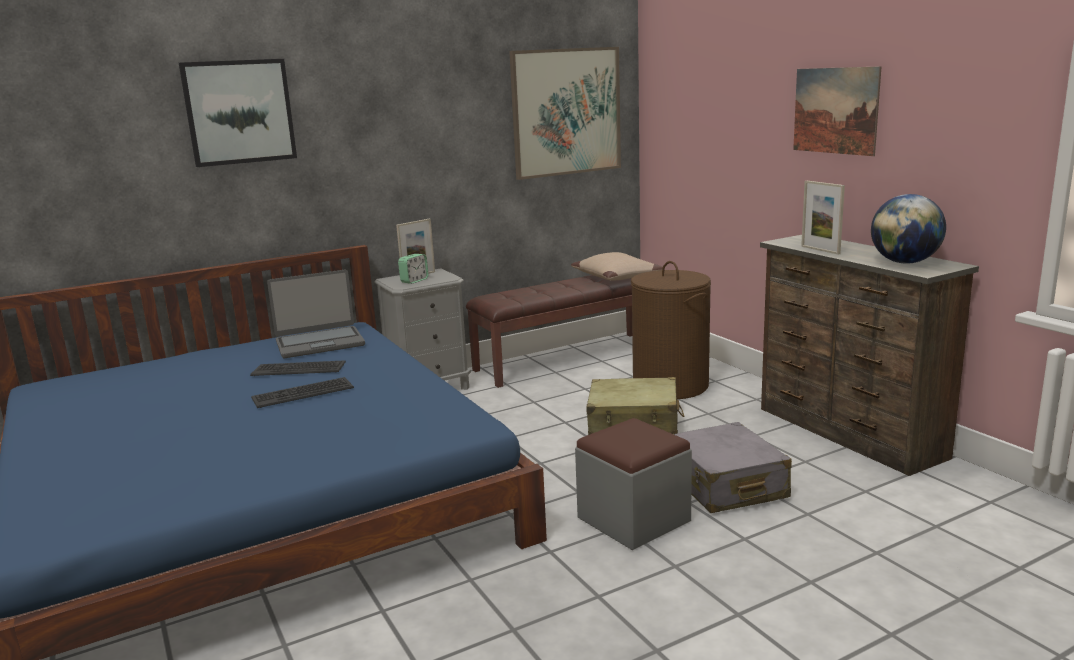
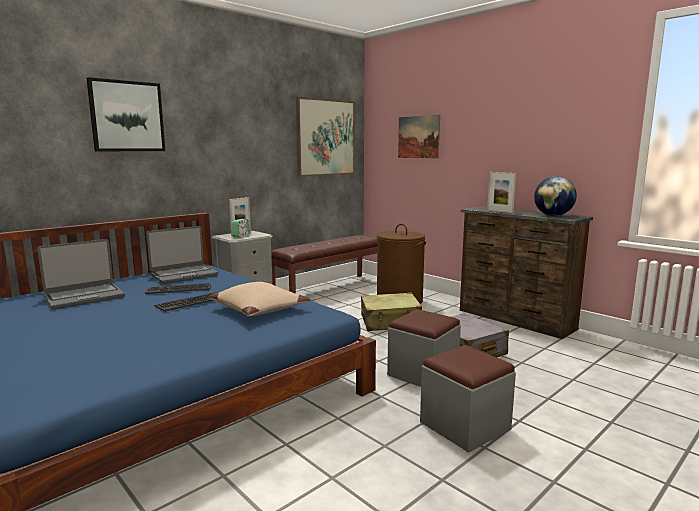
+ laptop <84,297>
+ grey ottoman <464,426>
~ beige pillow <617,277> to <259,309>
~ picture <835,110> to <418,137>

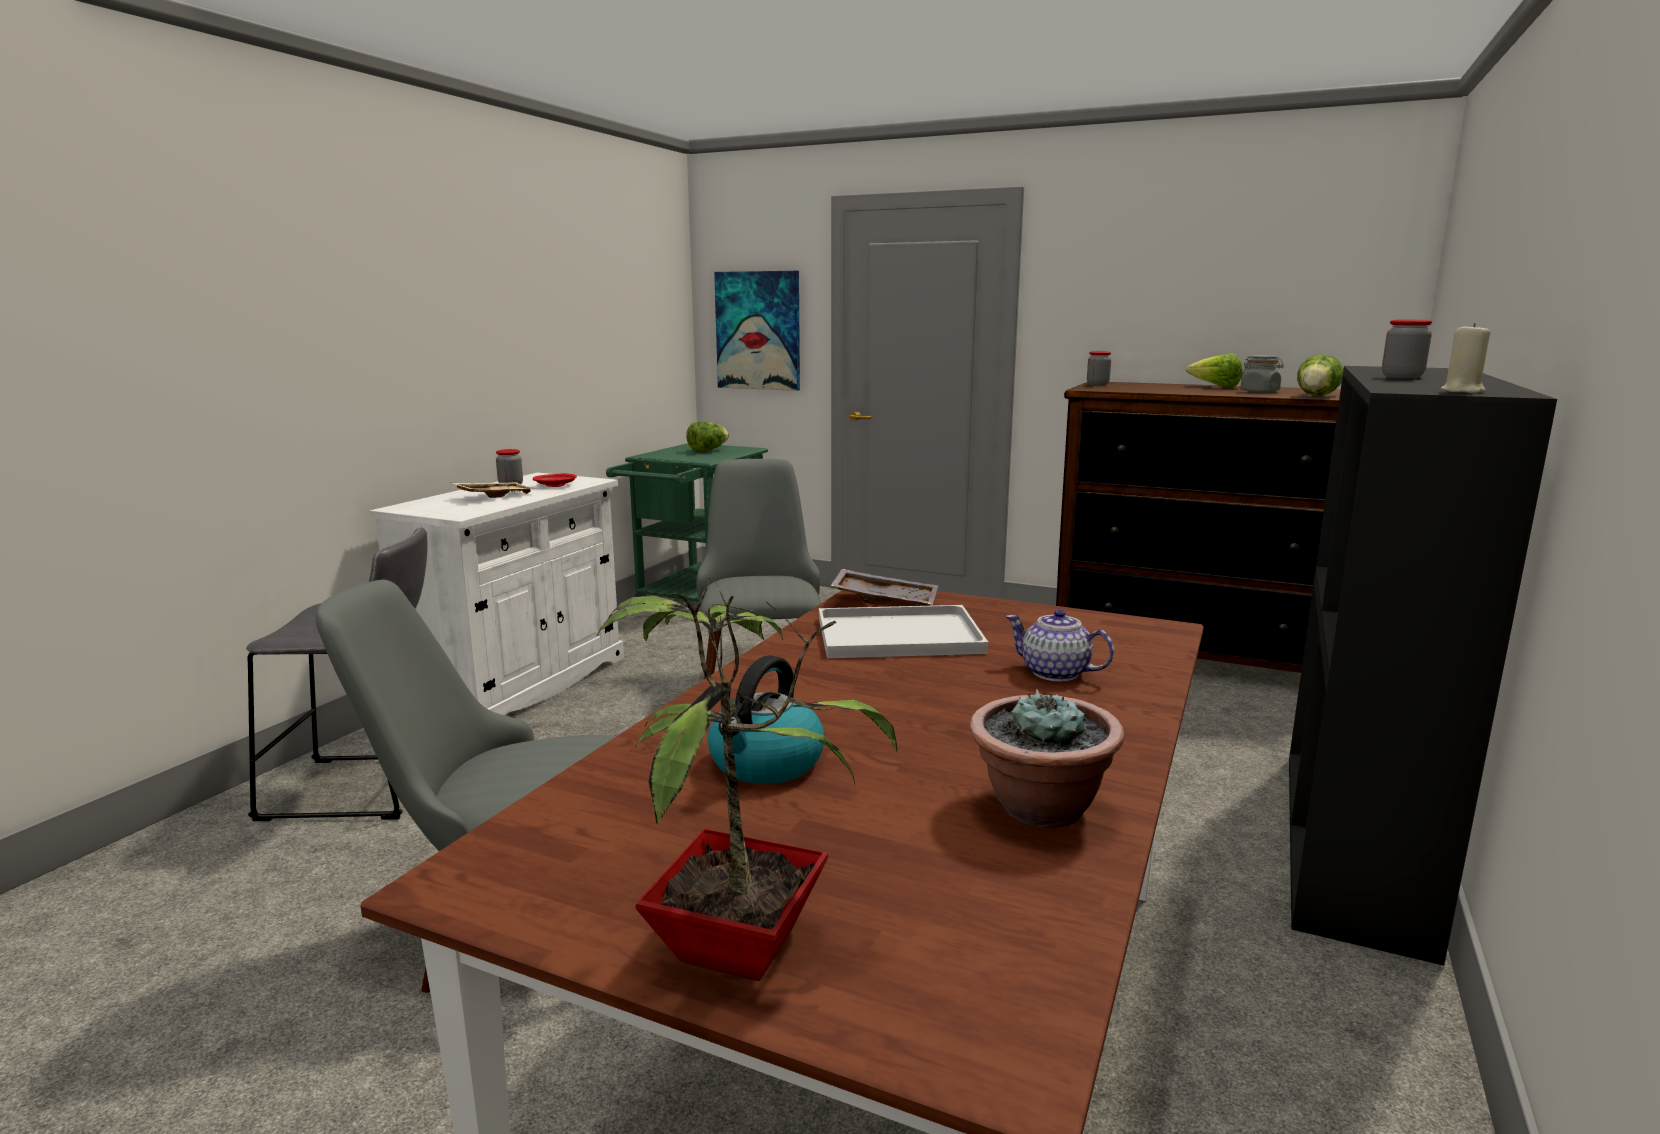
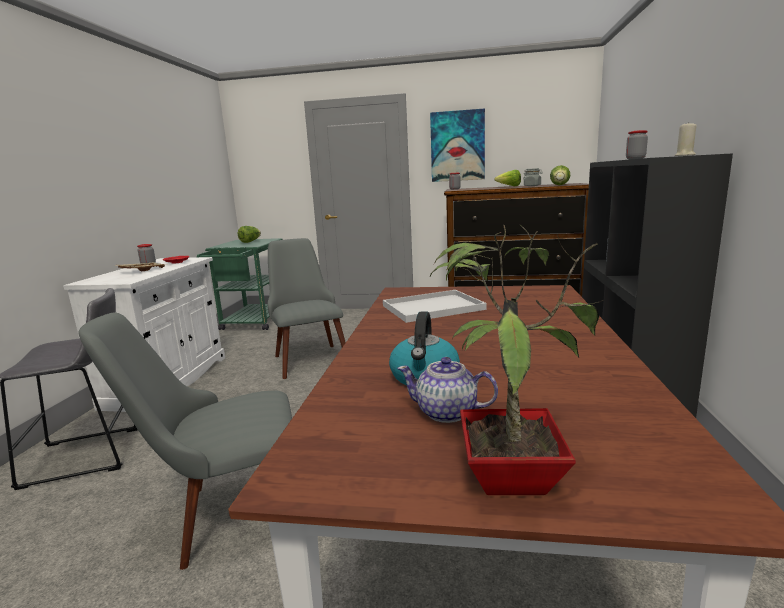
- grey tray <885,600>
- potted plant <1040,808>
~ picture <758,330> to <457,146>
~ teapot <1055,673> to <447,413>

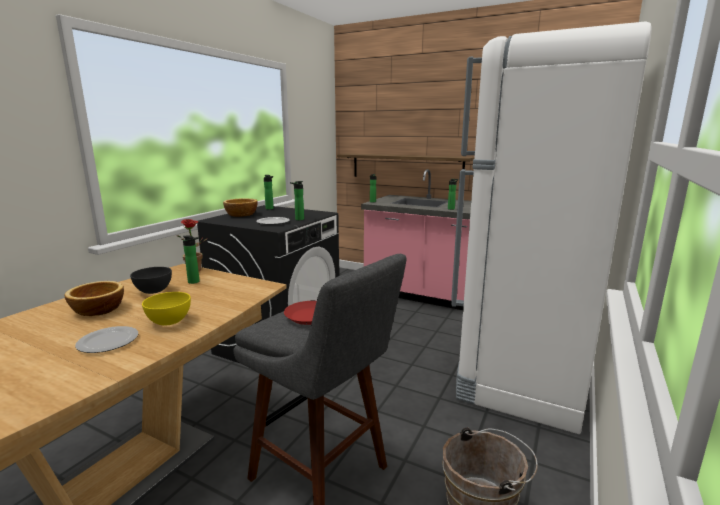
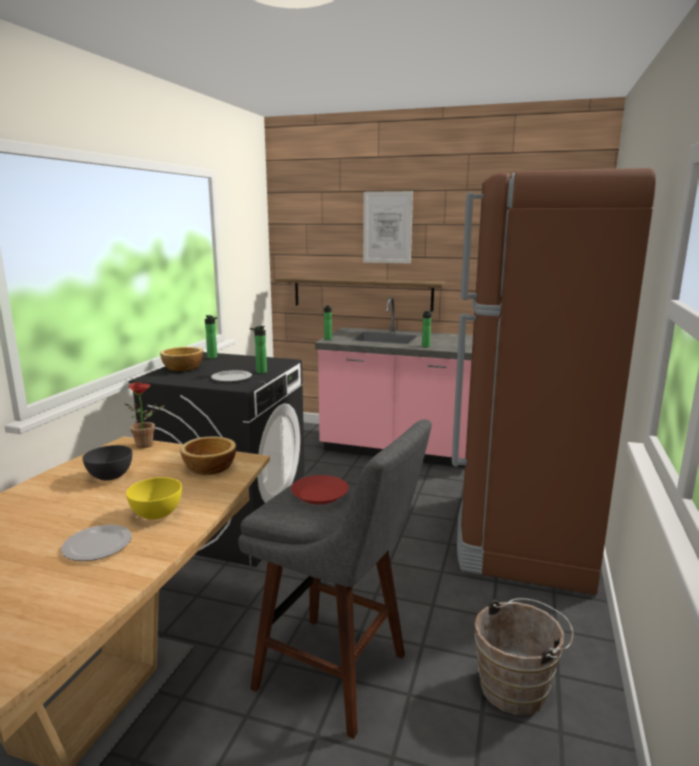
- bottle <195,282>
+ picture <387,227>
~ bowl <97,310> to <208,468>
~ white fridge <521,377> to brown fridge <524,538>

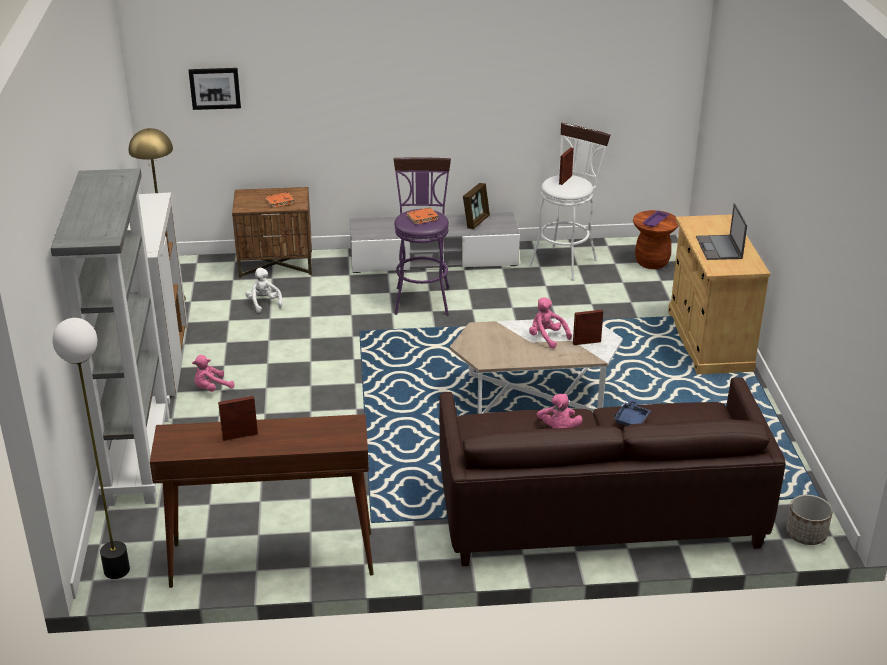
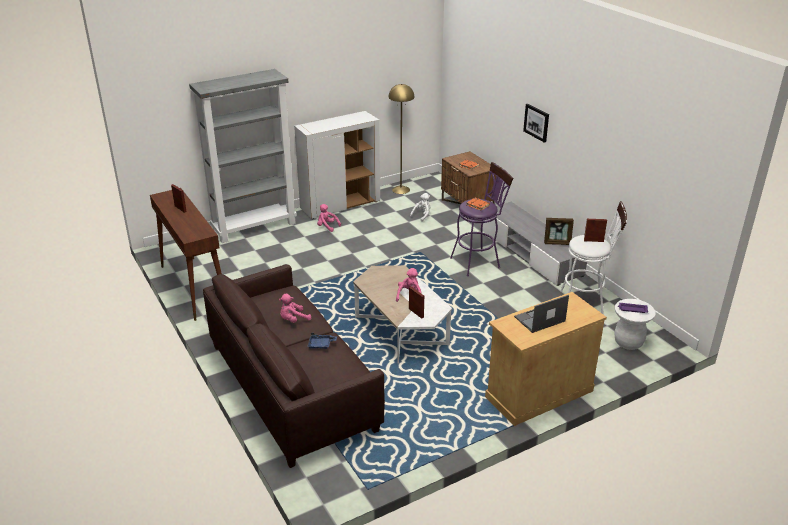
- floor lamp <116,570>
- planter <806,534>
~ picture <215,88> to <536,122>
~ brown stool <652,262> to white stool <628,342>

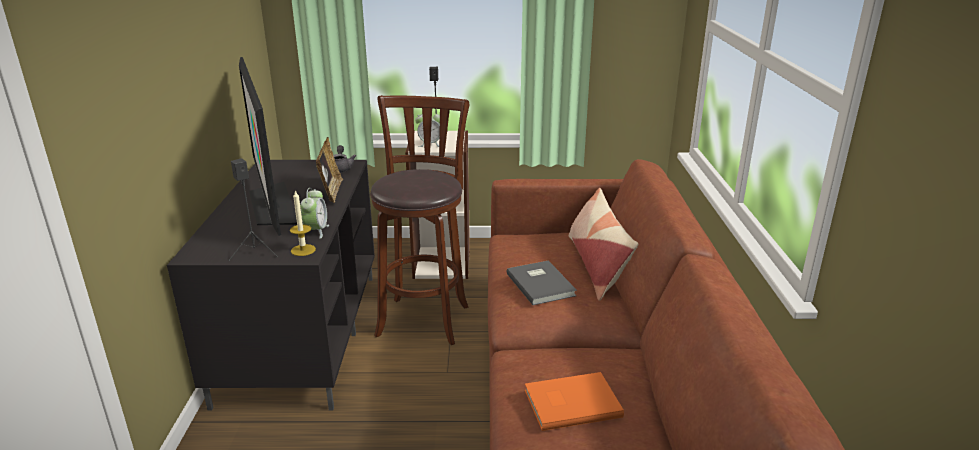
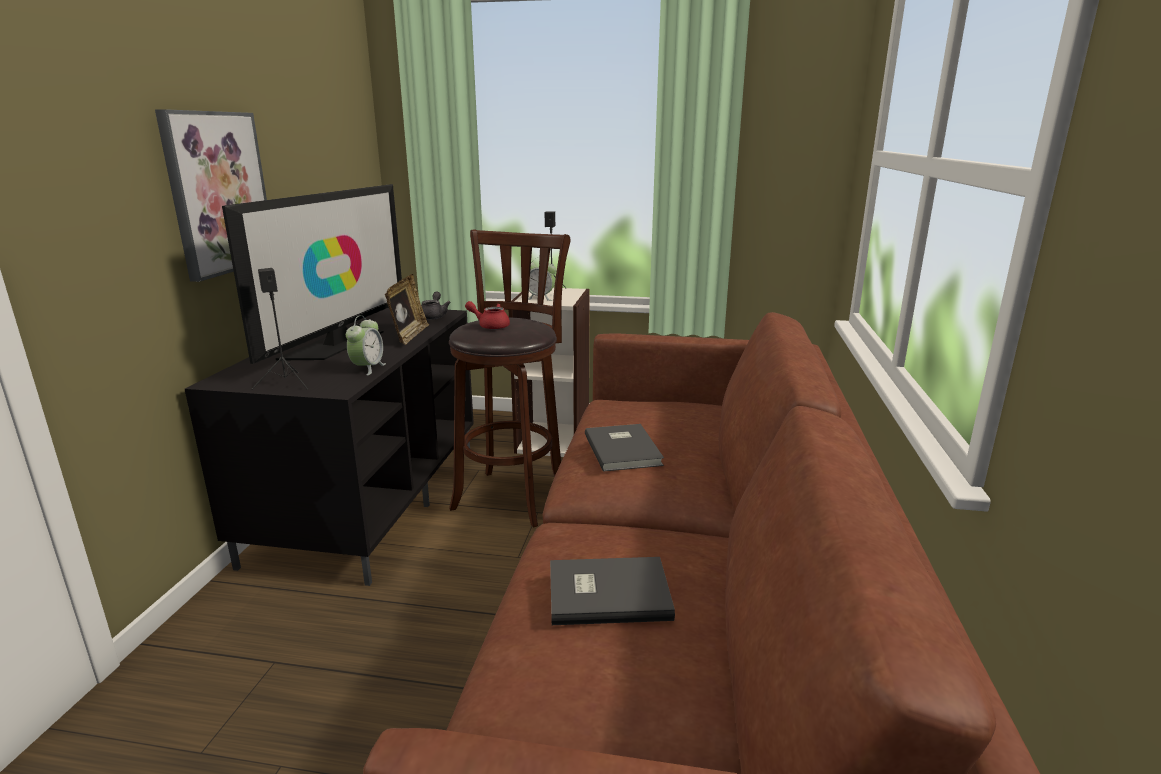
- candle <303,250>
- pillow <597,265>
+ picture <218,193>
+ red teapot <490,326>
~ orange book <570,402> to grey book <606,592>
~ television <272,205> = <337,343> 150 degrees counterclockwise

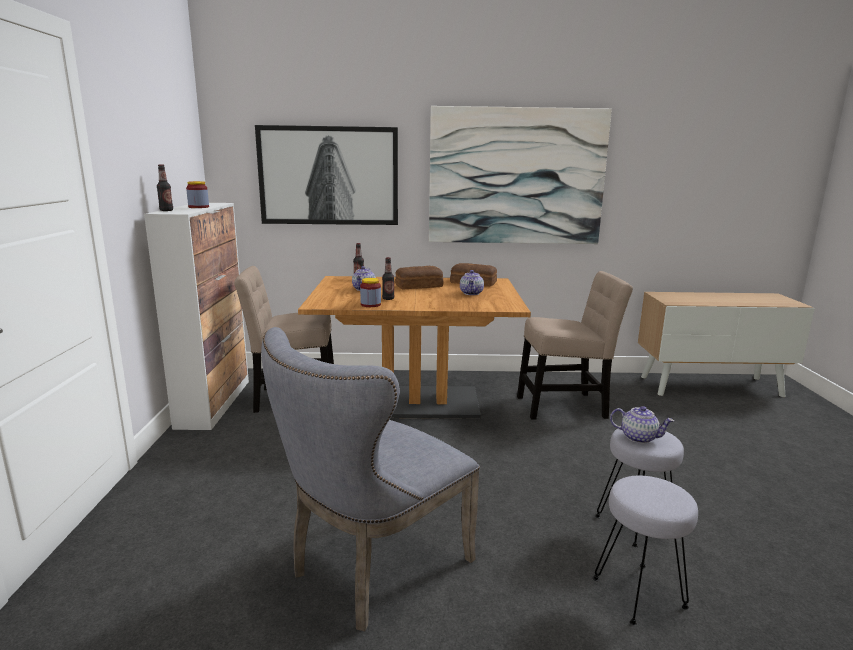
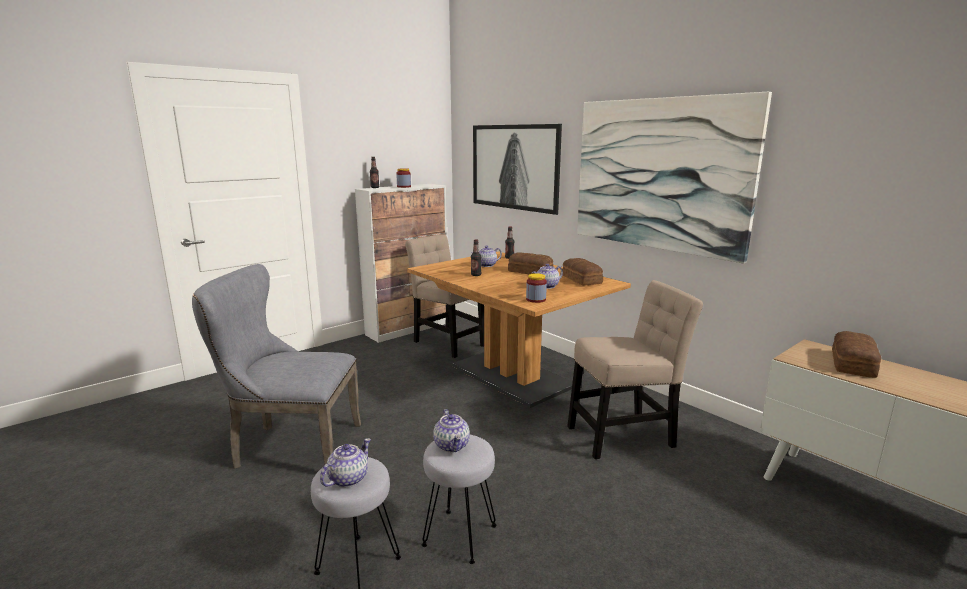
+ teapot <348,478>
+ bread <851,364>
~ jar <370,304> to <536,299>
~ beige chair <566,406> = <625,435> 60 degrees counterclockwise

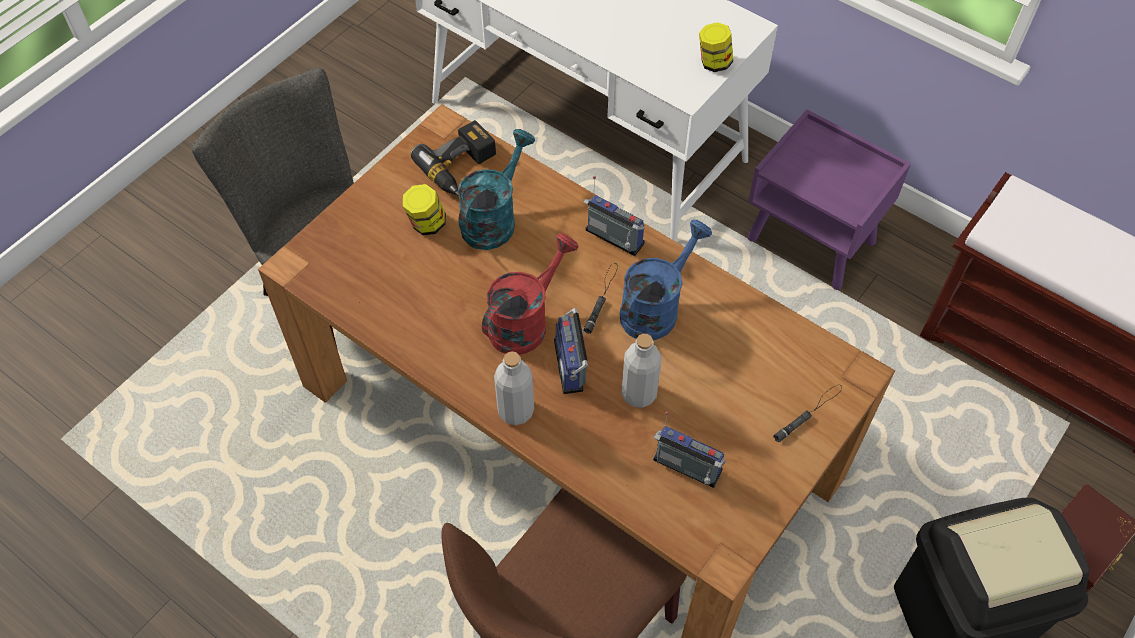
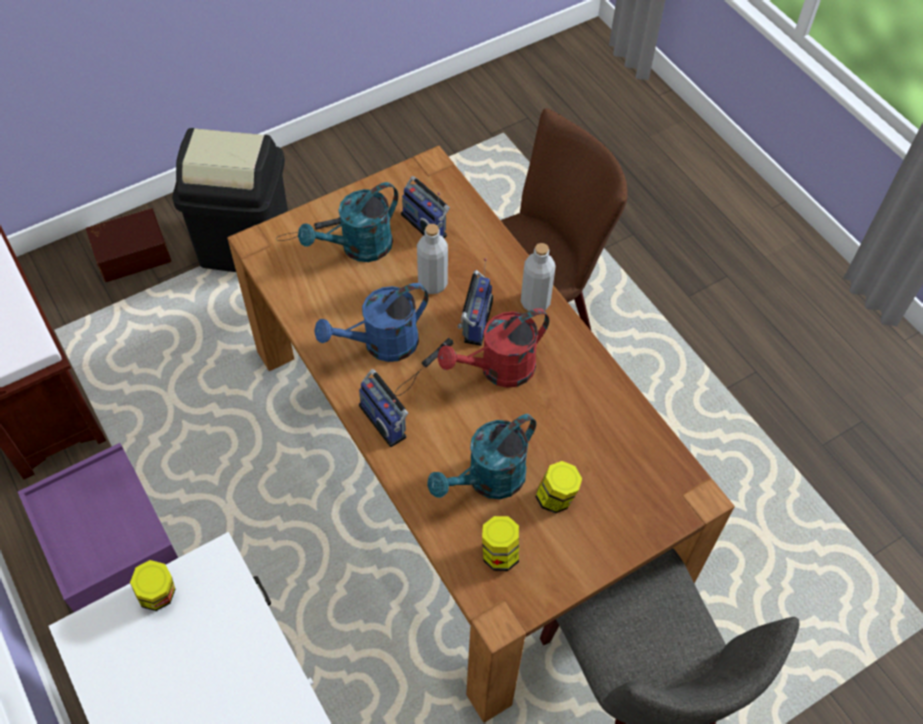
+ turquoise watering can <359,248>
~ power drill <461,168> to jar <499,553>

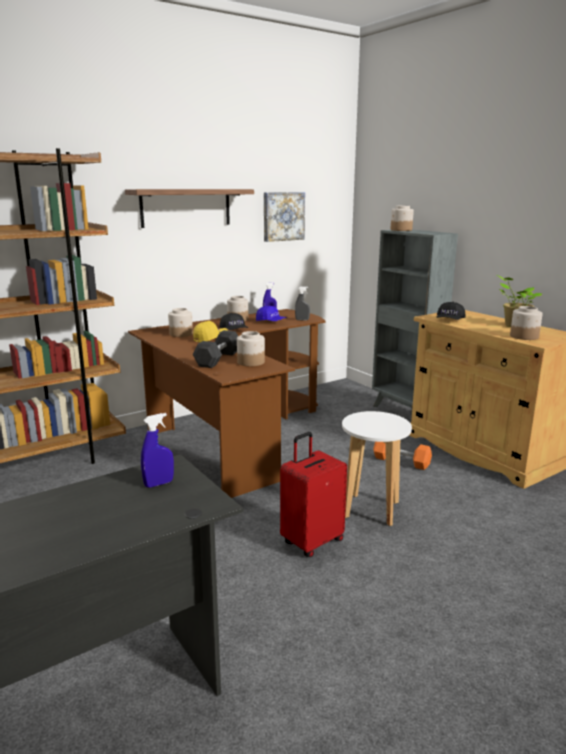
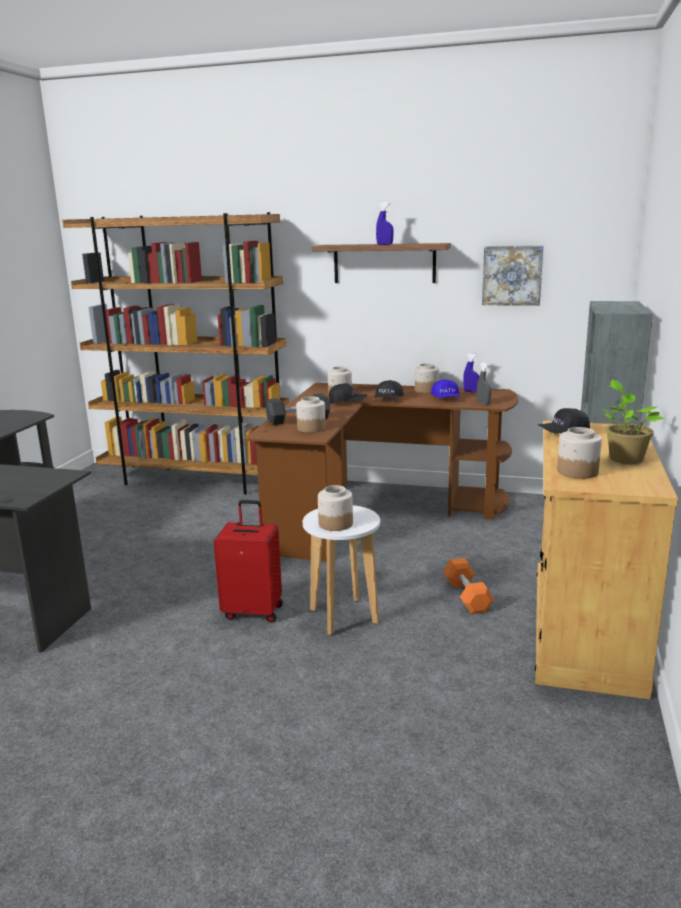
~ blue spray bottle <159,484> to <384,244>
~ jar <401,230> to <335,524>
~ yellow cap <210,339> to black cap <347,402>

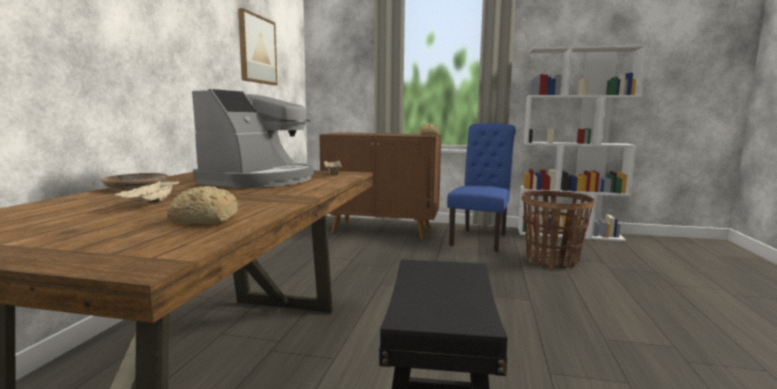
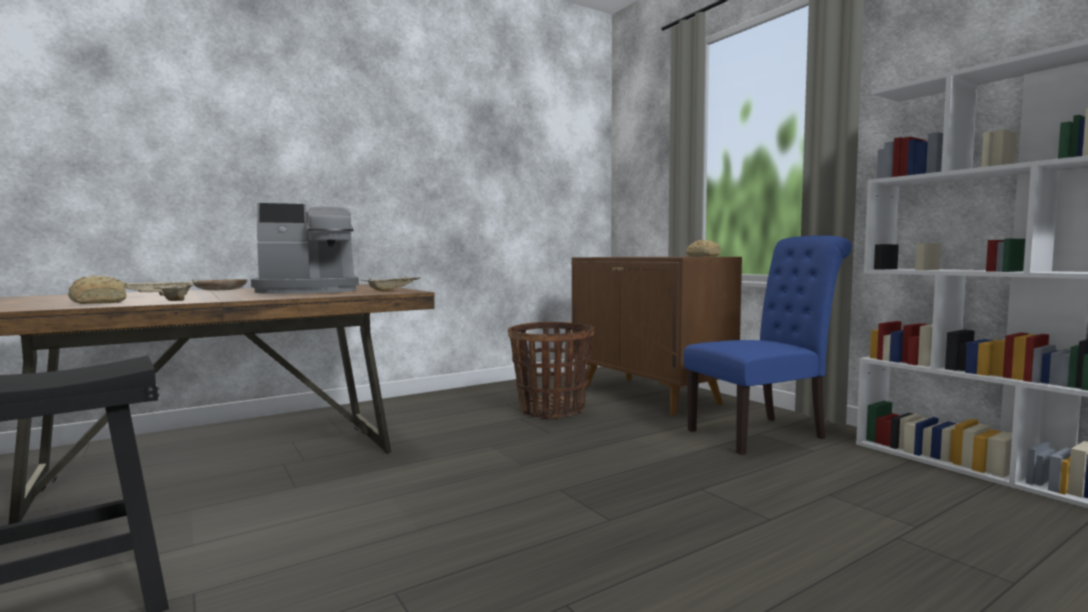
- picture <257,49>
+ beige tray <177,300>
~ basket <552,261> to <551,410>

